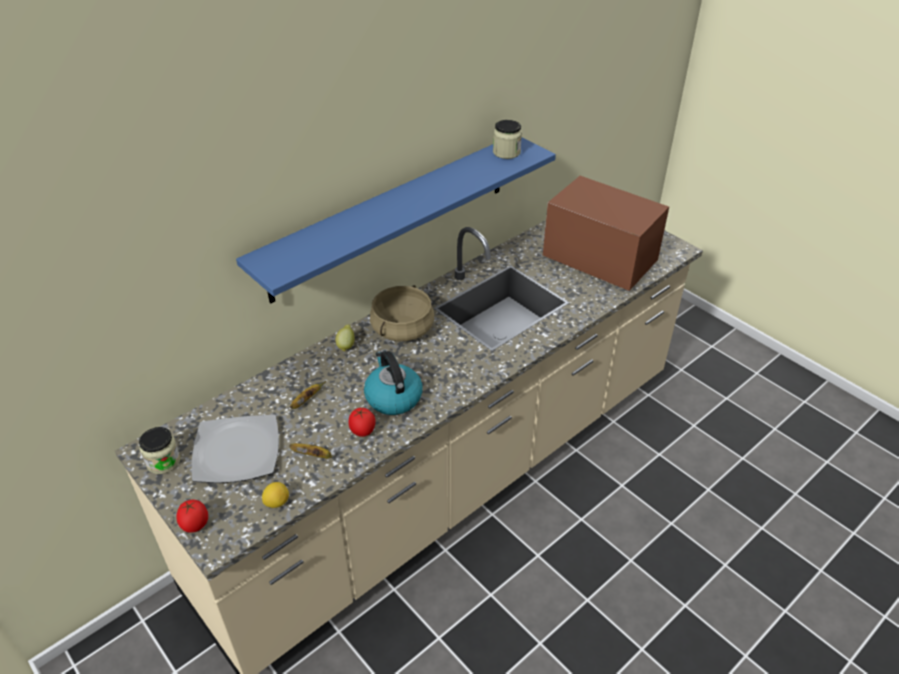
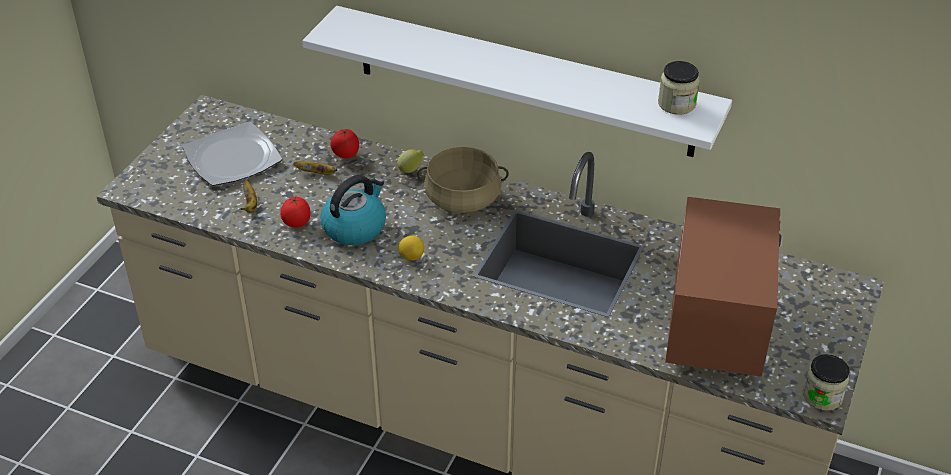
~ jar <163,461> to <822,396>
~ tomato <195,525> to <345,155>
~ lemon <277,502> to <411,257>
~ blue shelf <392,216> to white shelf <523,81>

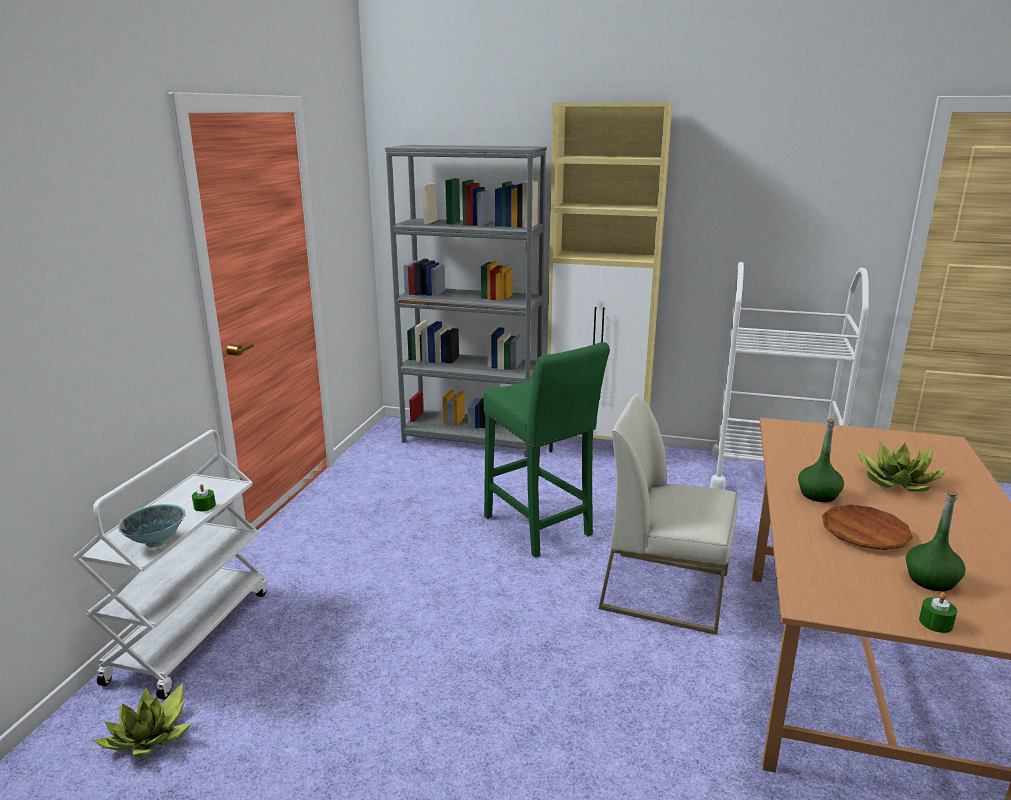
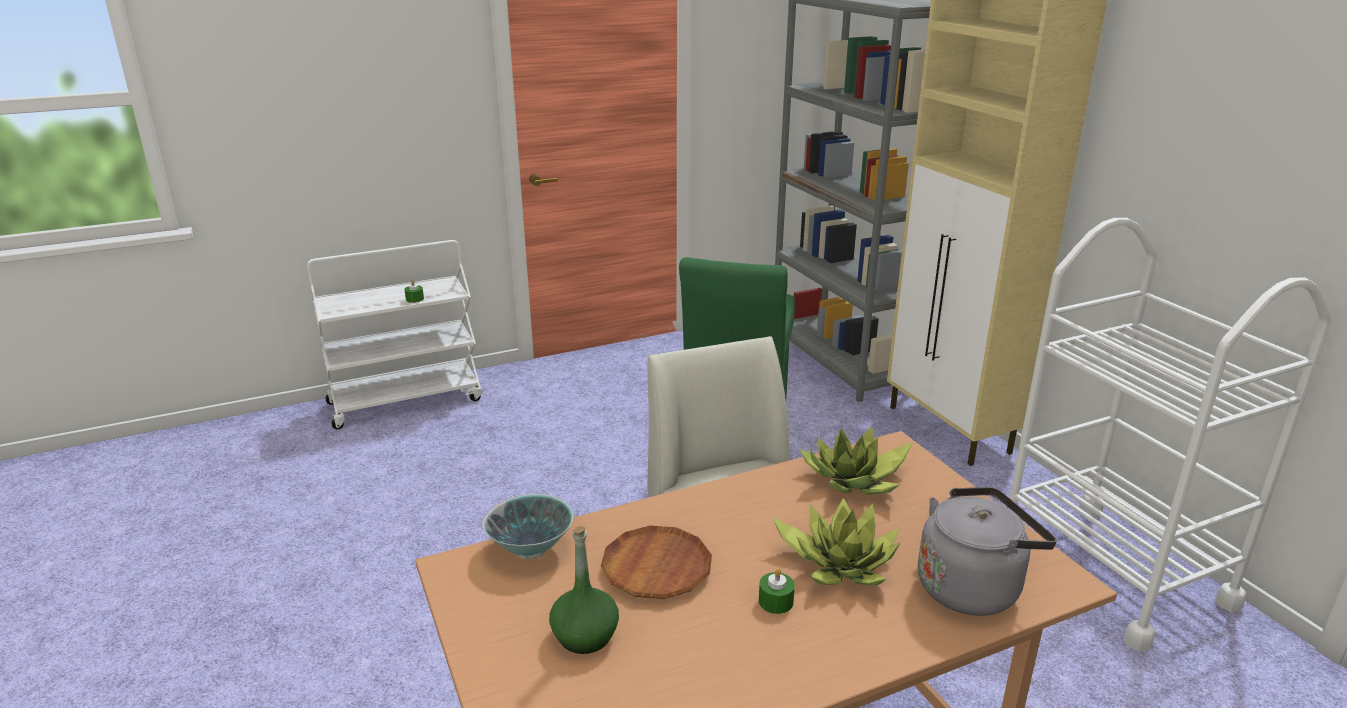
- green bottle <818,495>
+ grey kettle <972,587>
~ potted plant <150,737> to <855,480>
~ bowl <157,541> to <531,549>
~ green candle <935,623> to <776,601>

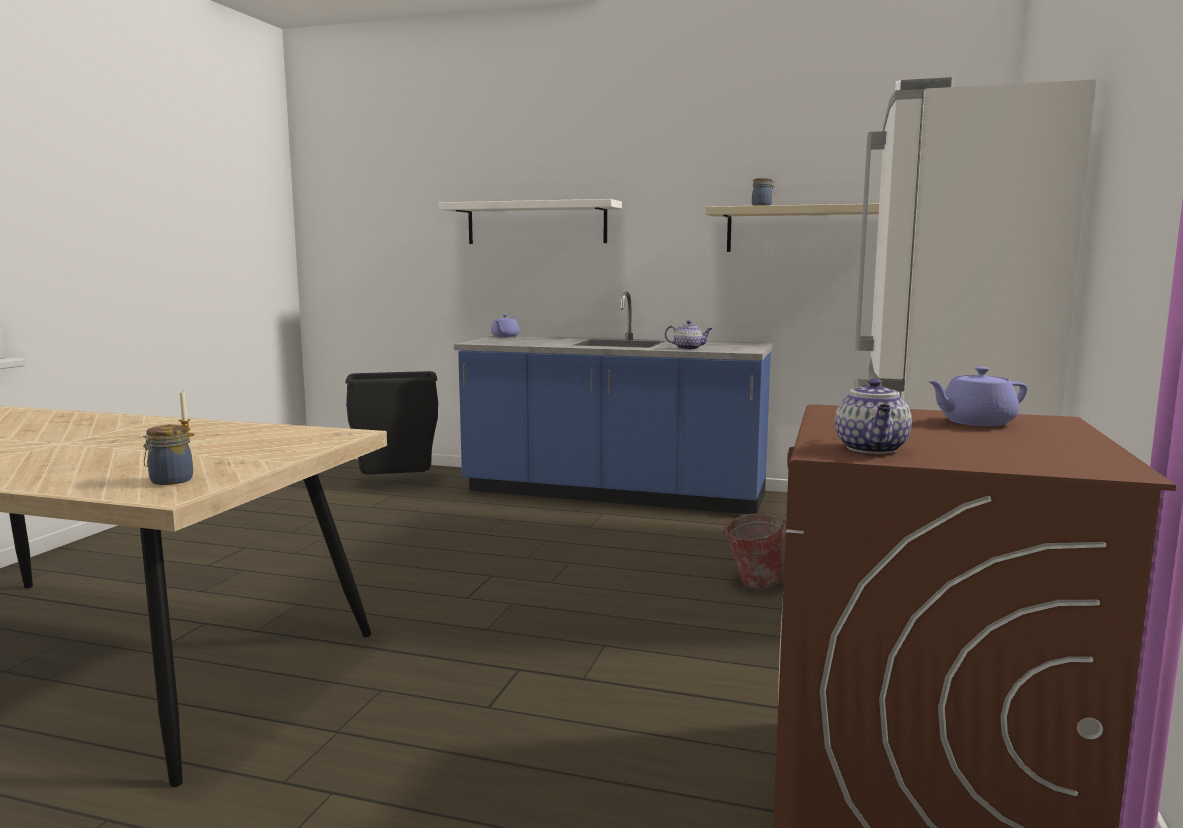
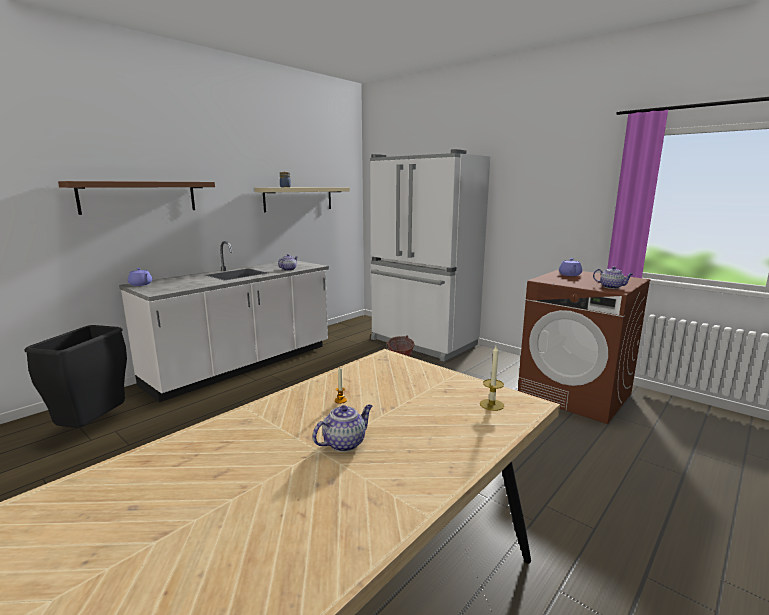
+ teapot <345,443>
~ jar <169,481> to candle <491,405>
~ white shelf <536,223> to brown shelf <139,197>
~ blue counter <613,494> to white counter <243,365>

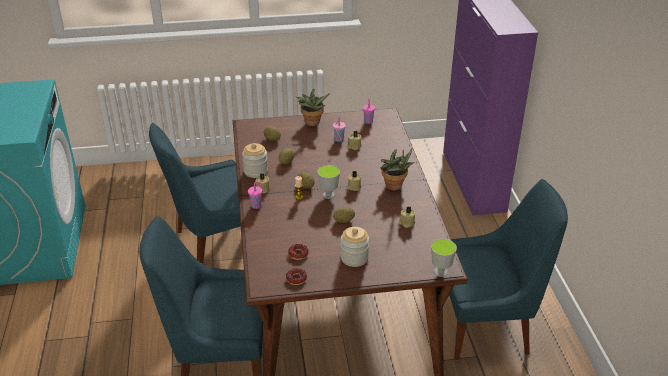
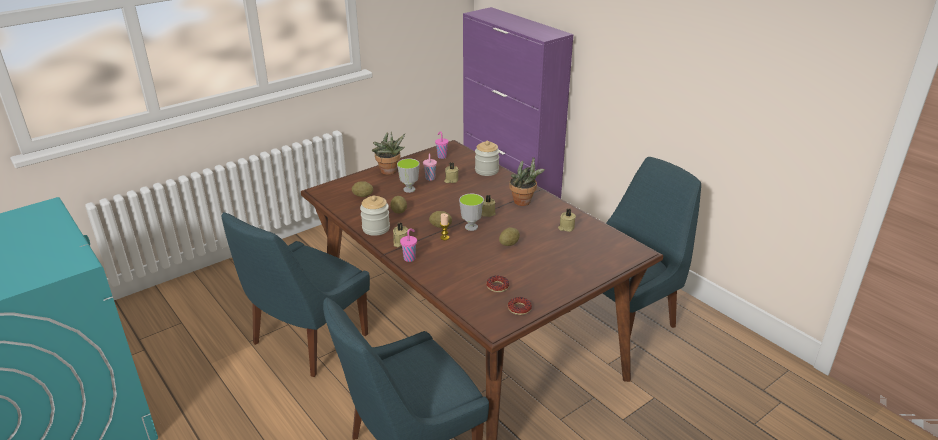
~ jar <354,258> to <486,170>
~ cup <441,272> to <409,189>

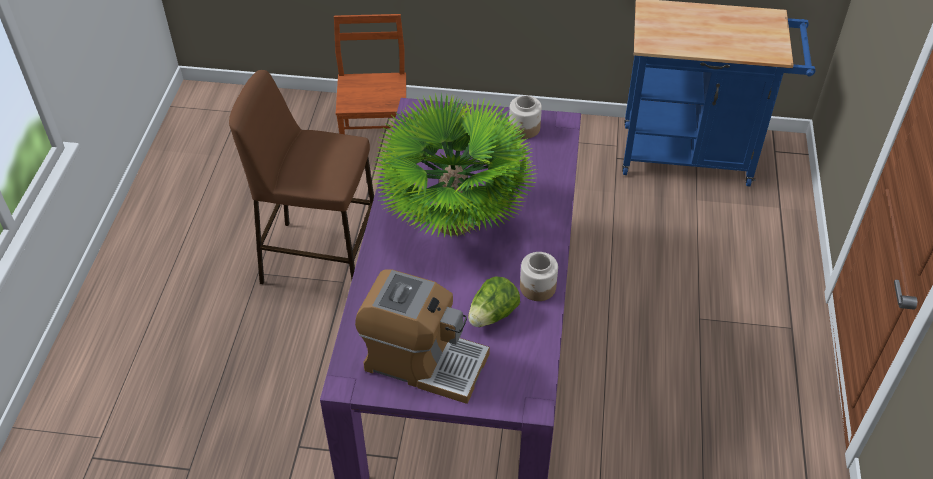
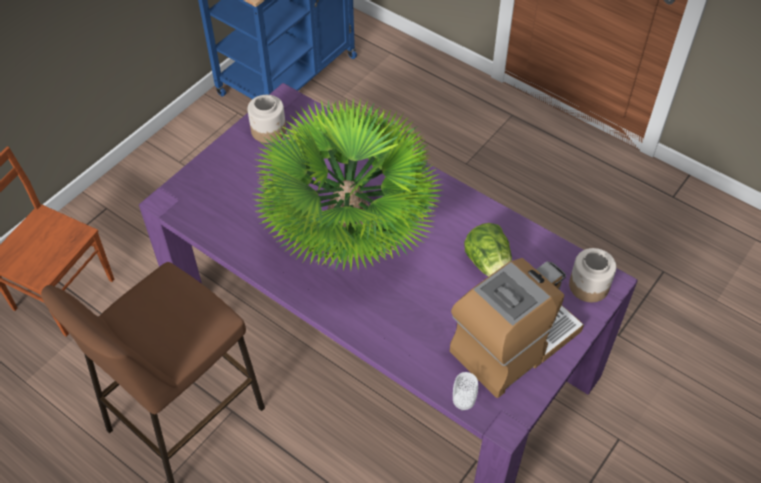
+ cup <463,401>
~ jar <538,287> to <589,286>

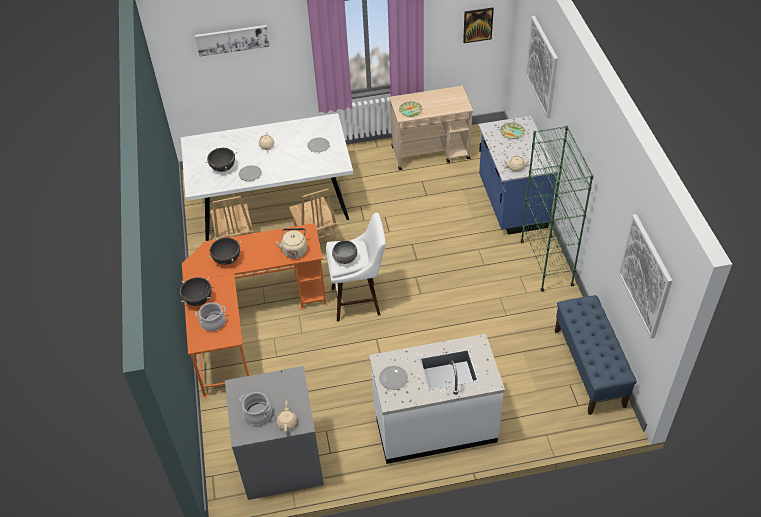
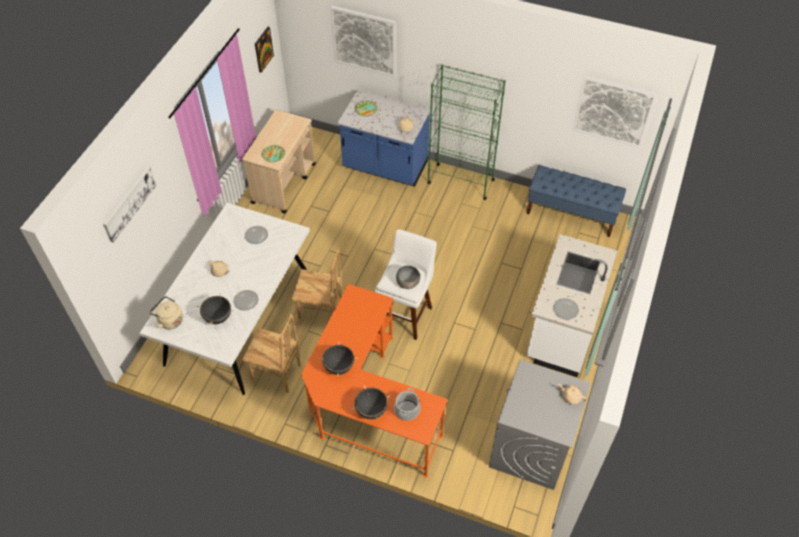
- cooking pot <258,413>
~ beige kettle <294,250> to <169,320>

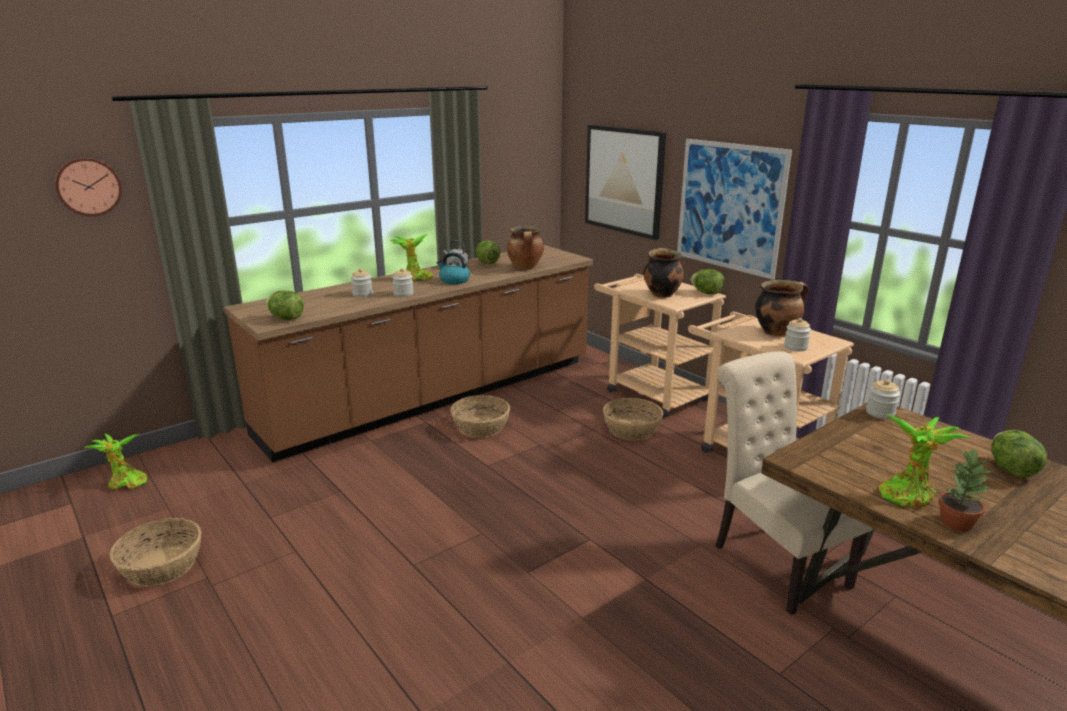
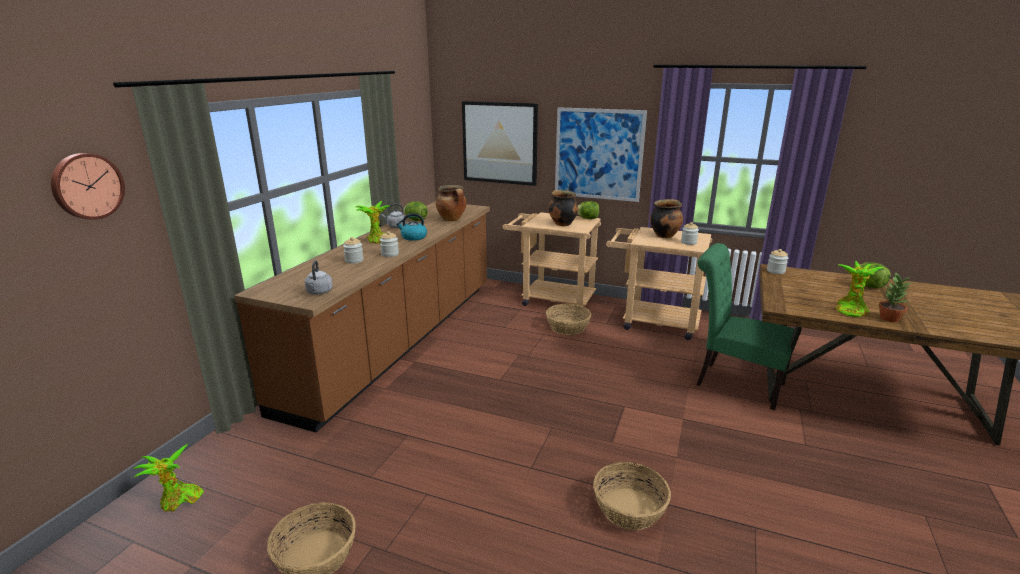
~ basket <480,427> to <629,509>
~ lettuce <286,318> to grey kettle <319,292>
~ beige chair <773,561> to green chair <733,383>

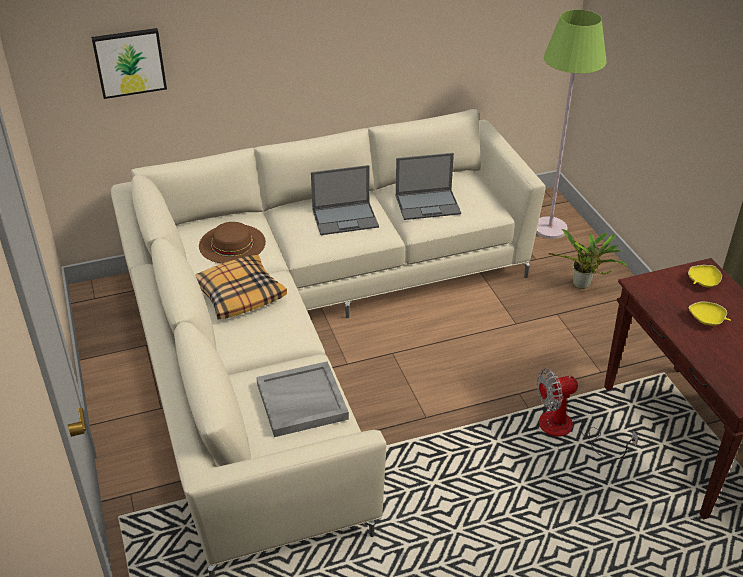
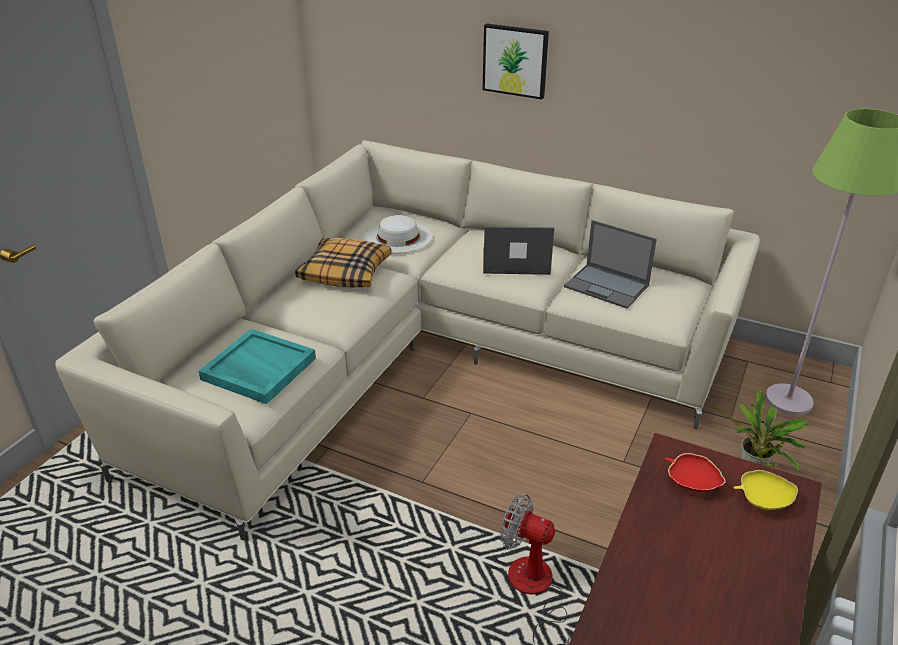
- yellow bowl <707,320>
+ red bowl <692,482>
~ picture <129,62> to <515,60>
~ brown hat <232,244> to white hat <398,237>
~ grey tray <301,402> to turquoise tray <258,369>
~ laptop <346,218> = <515,262> 150 degrees clockwise

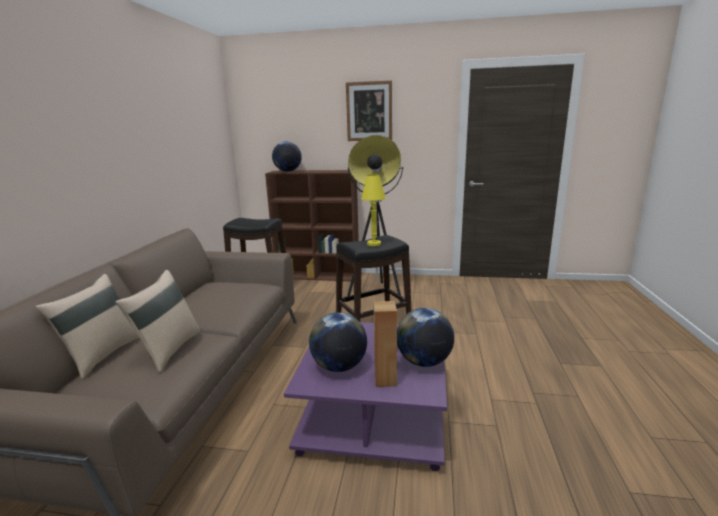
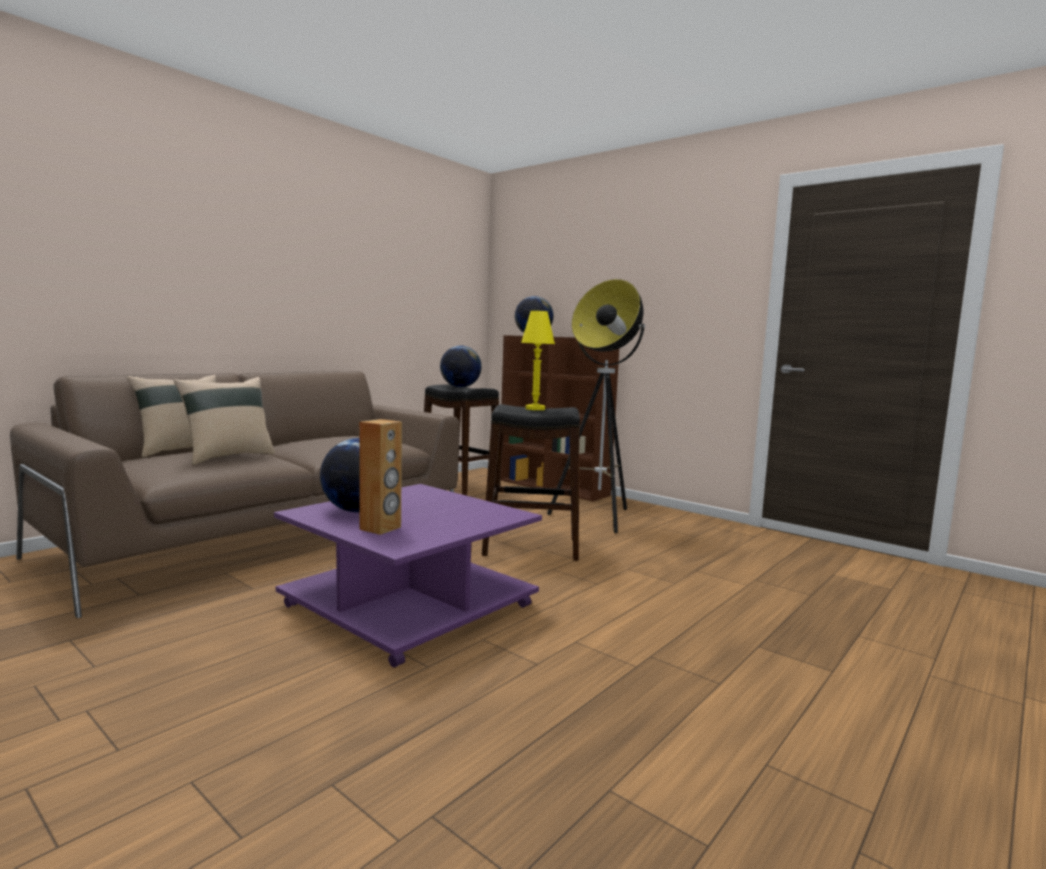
- picture <369,111>
~ globe <424,362> to <460,387>

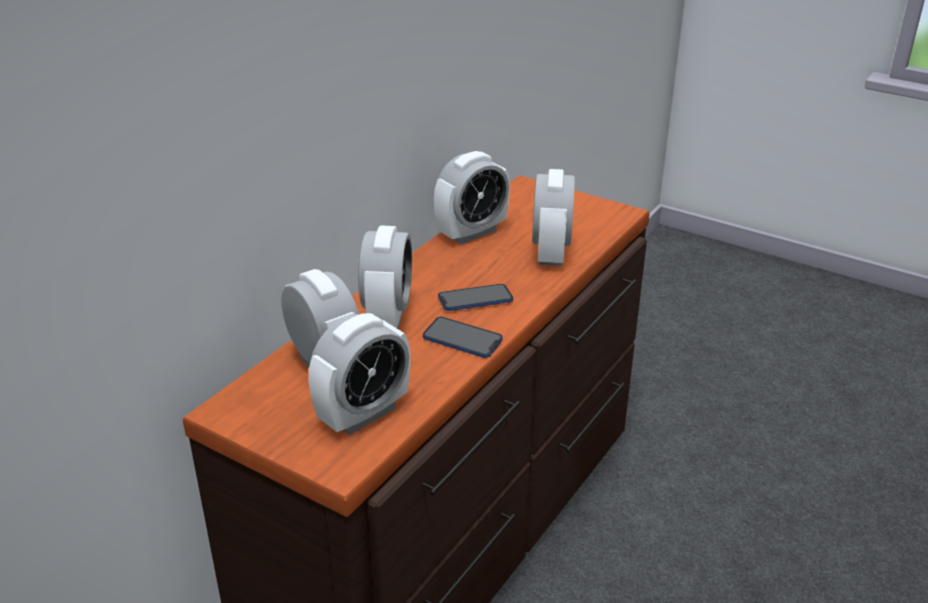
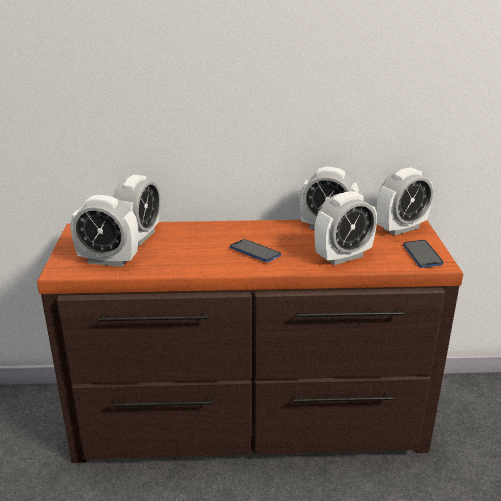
~ alarm clock <388,317> to <401,228>
~ phone <462,339> to <422,255>

